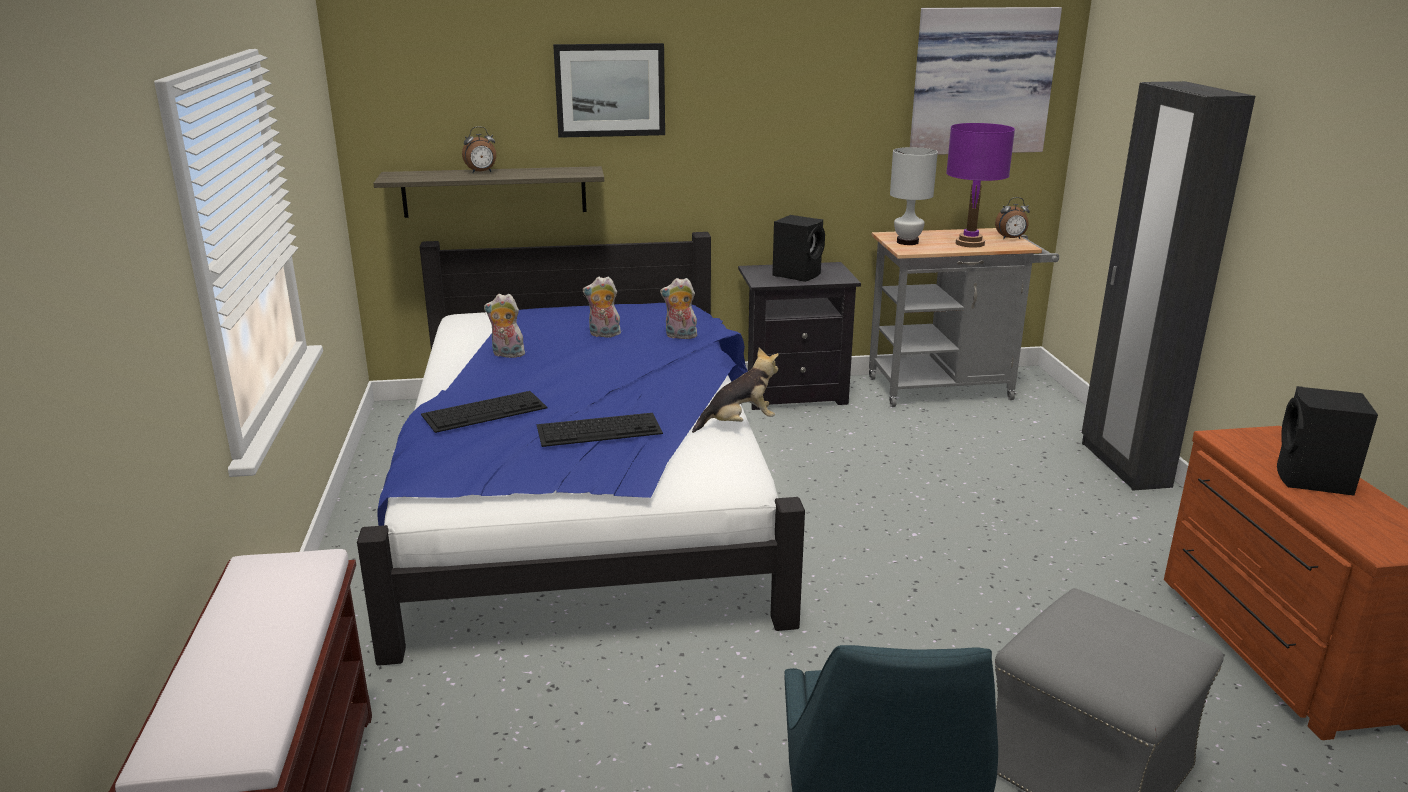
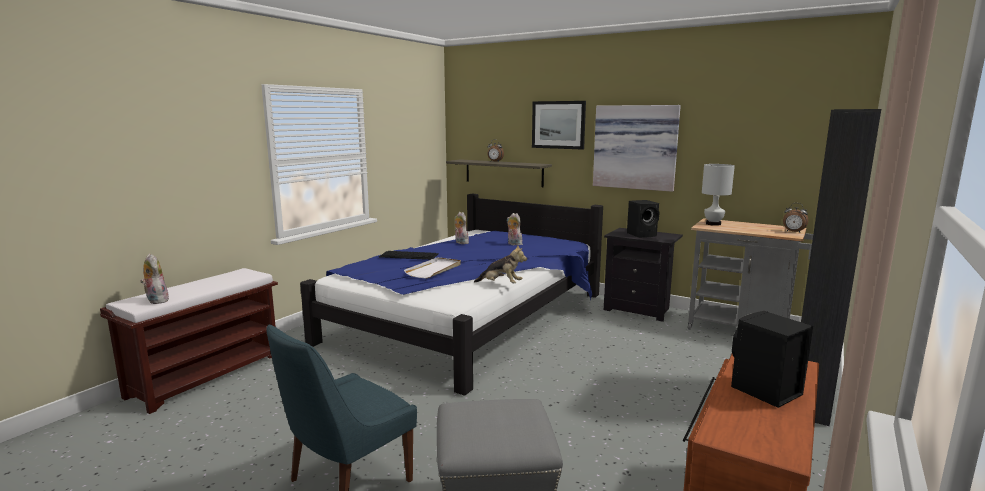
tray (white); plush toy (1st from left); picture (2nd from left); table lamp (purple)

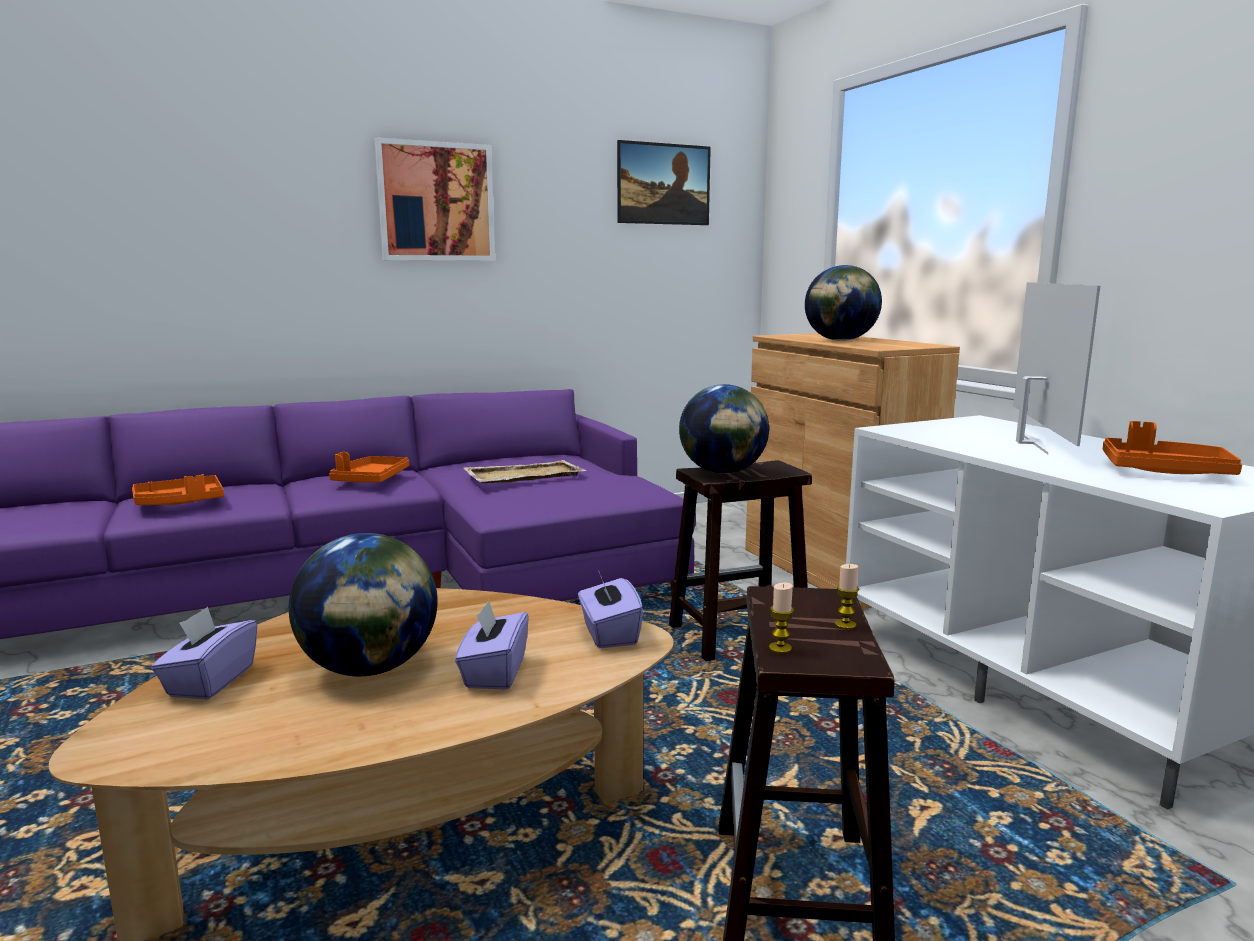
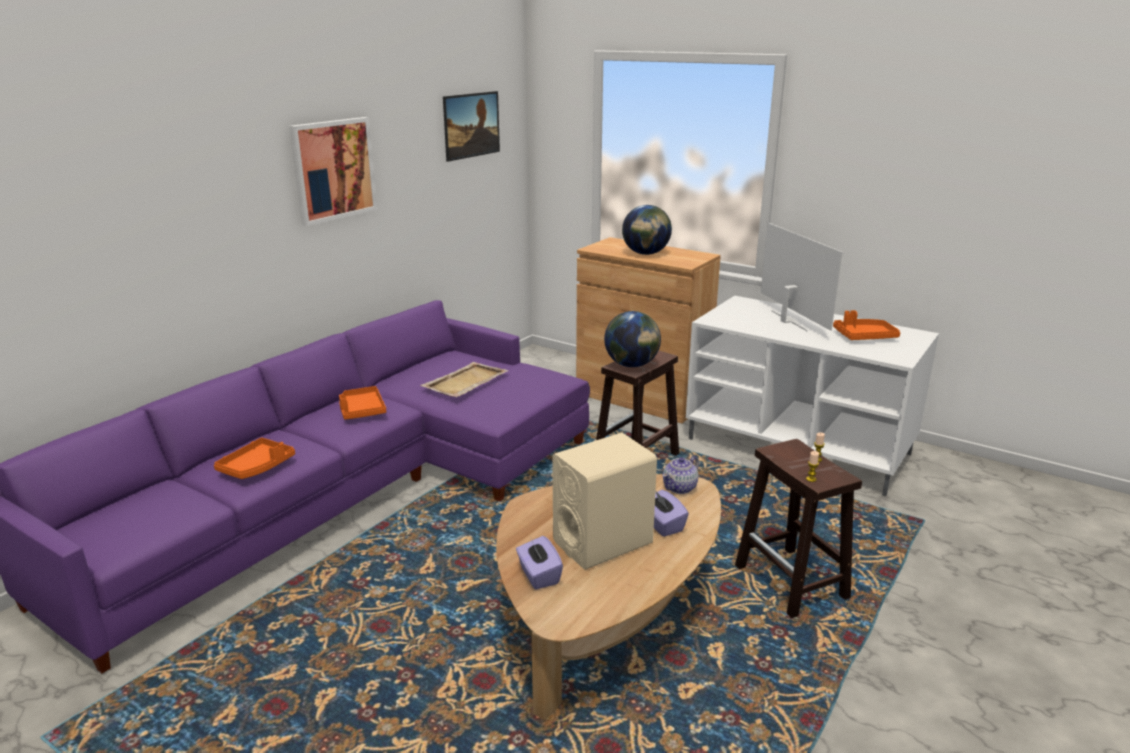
speaker (beige); teapot

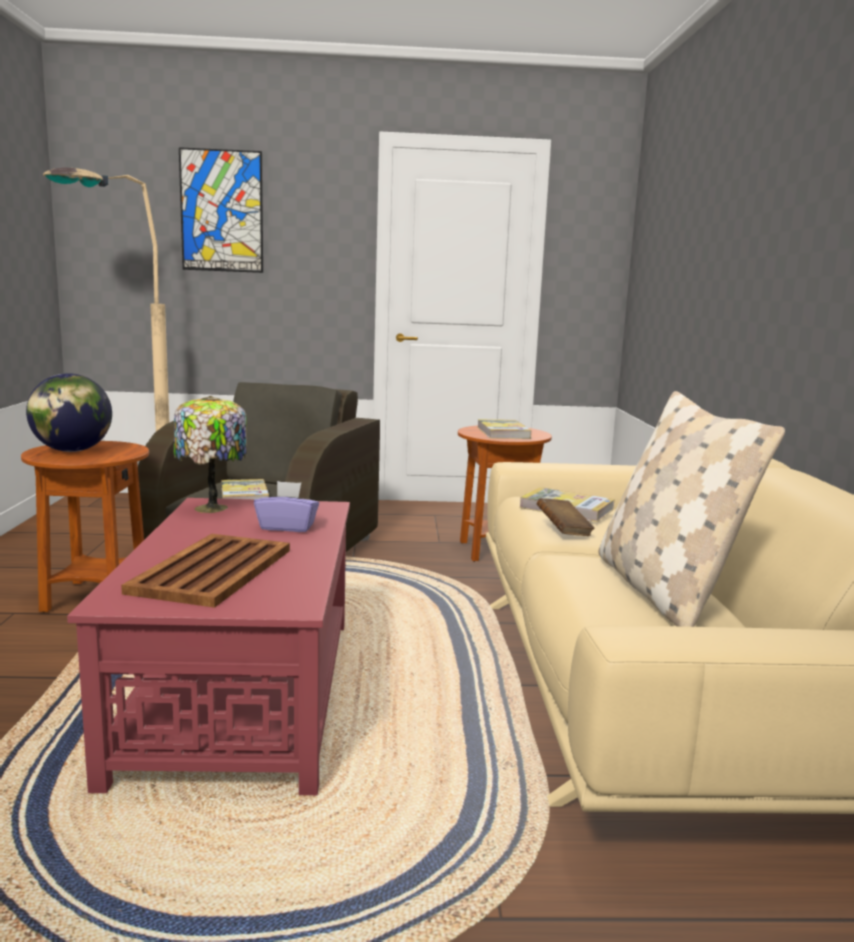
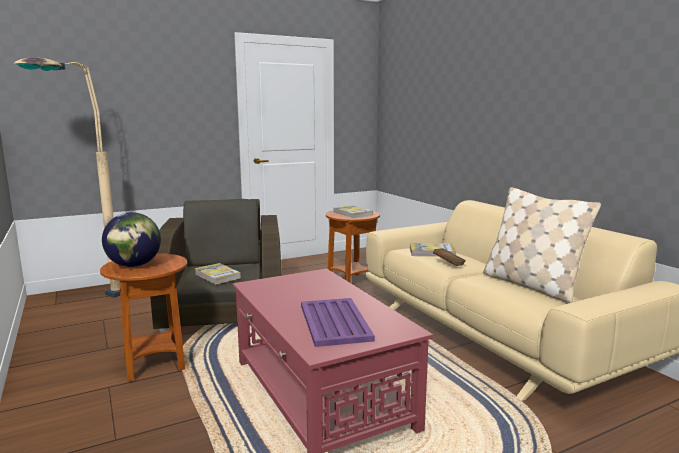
tray (purple); table lamp; picture; tissue box (purple)

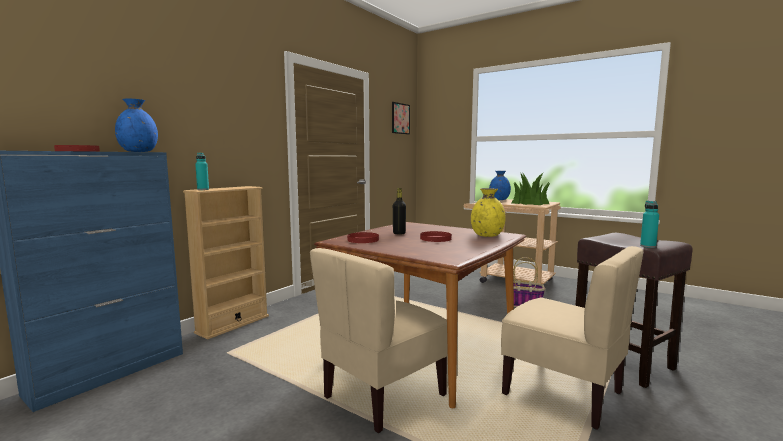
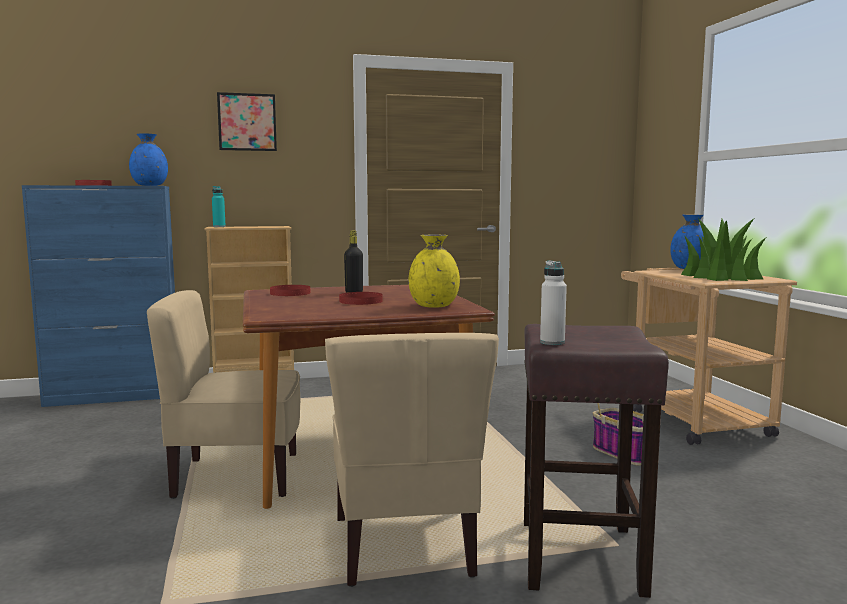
picture; bottle (white)

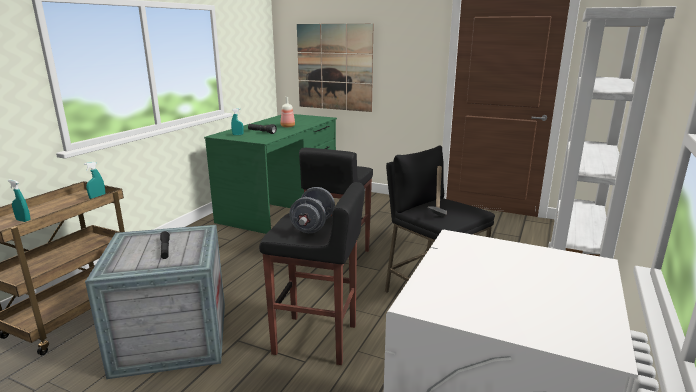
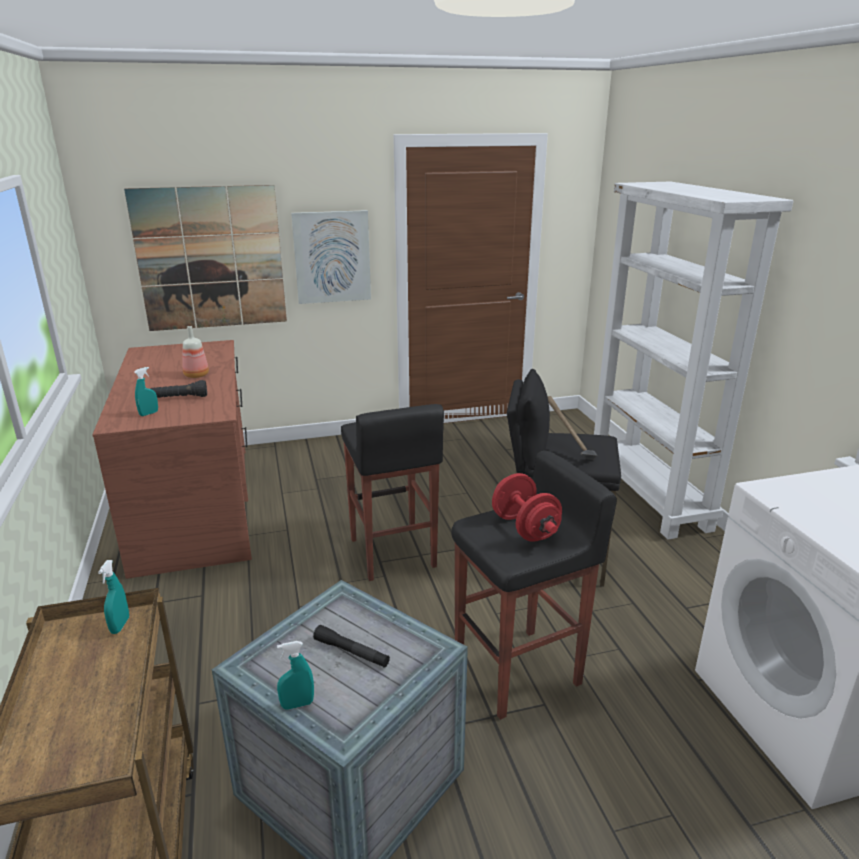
spray bottle (turquoise) (3rd from left); desk (brown); dumbbell (red); picture (2nd from left)

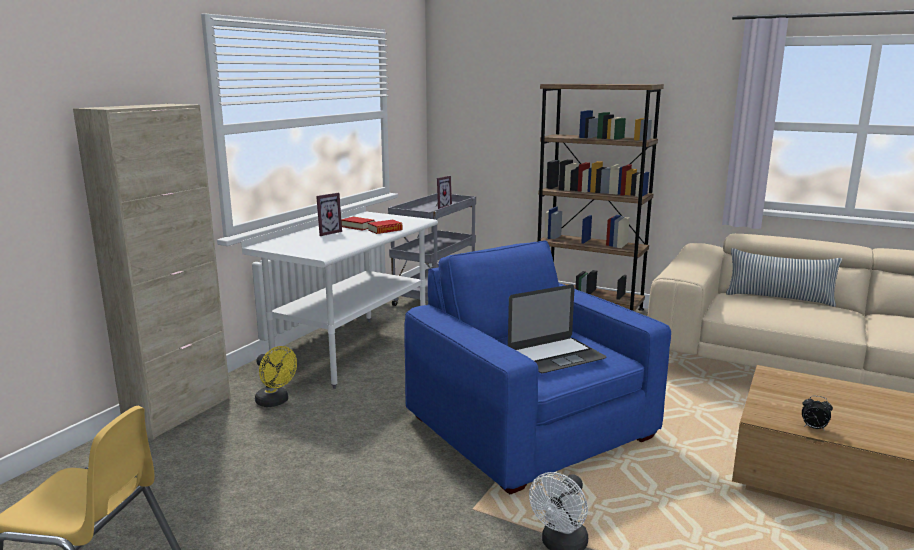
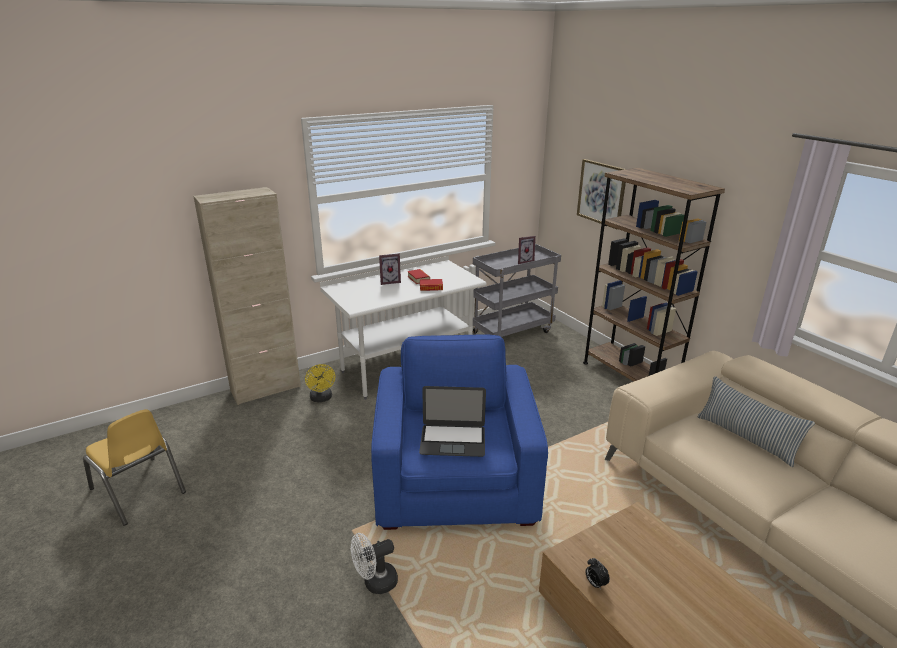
picture

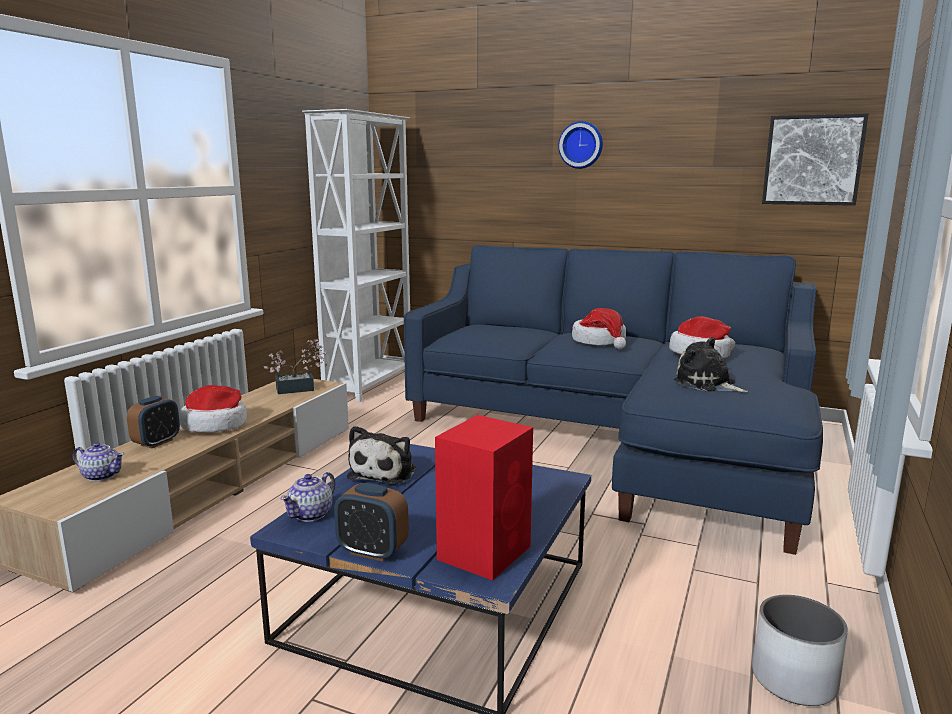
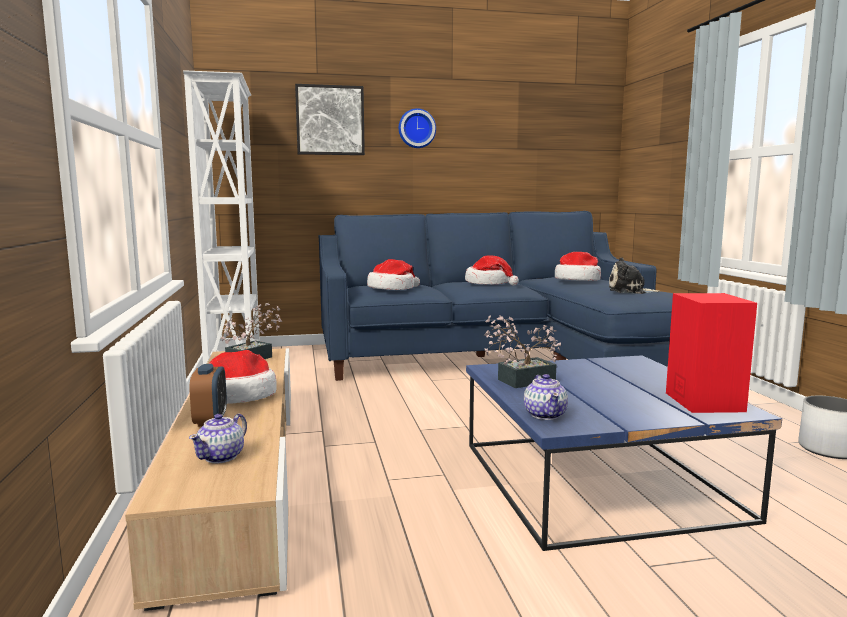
teapot (1st from left); alarm clock (2nd from left in the first image); potted plant (2nd from left); picture; hat (2nd from left)

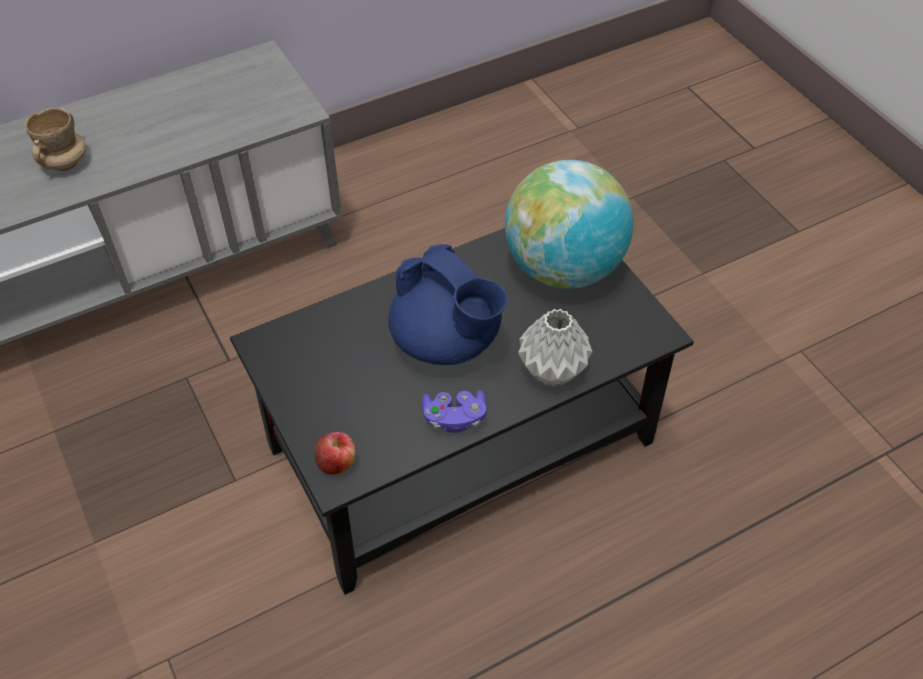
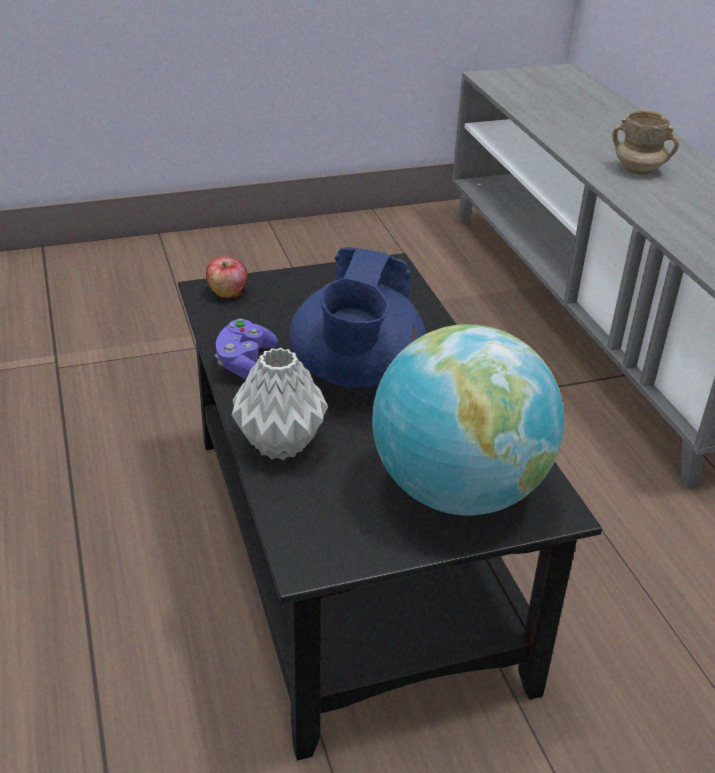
teapot (blue)

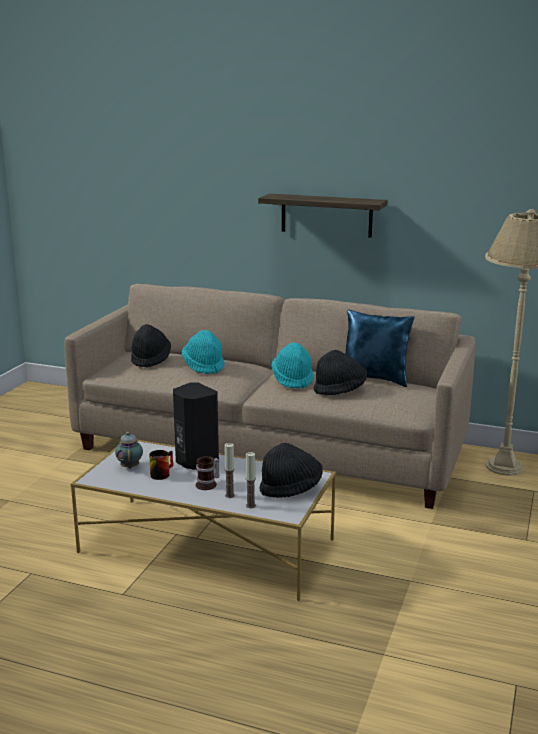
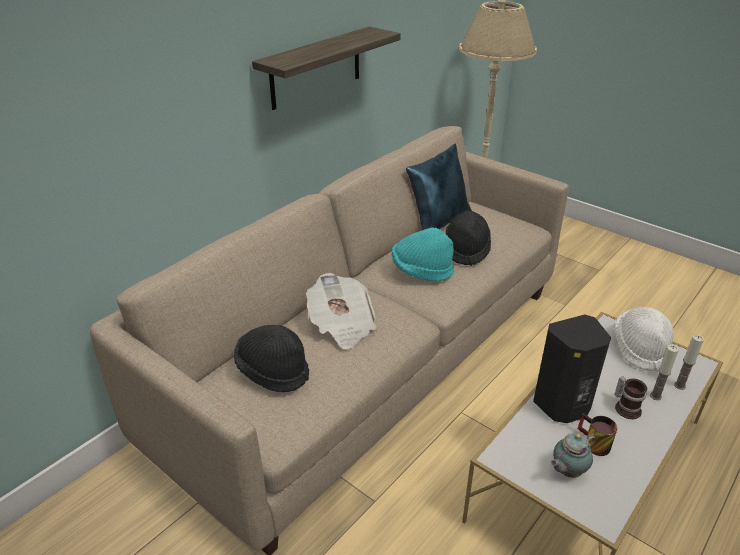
teapot; newspaper; hat (white)

